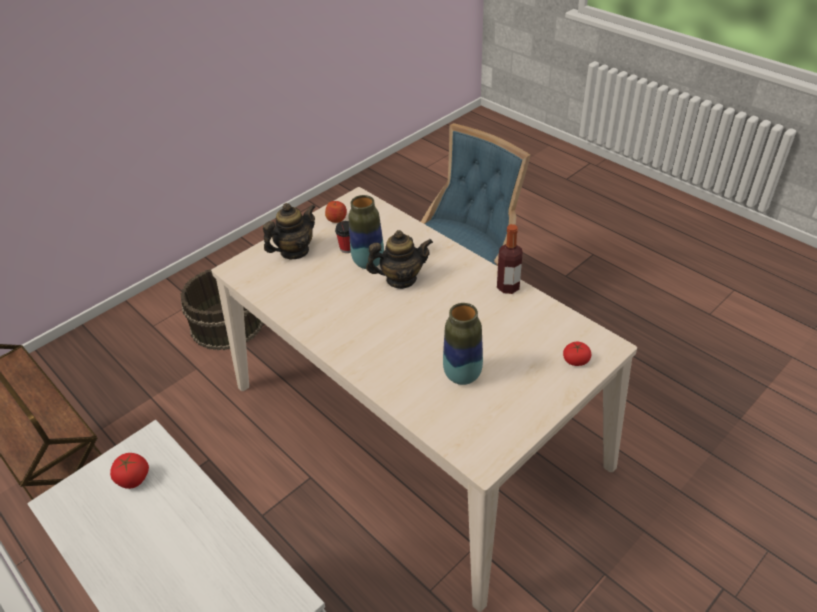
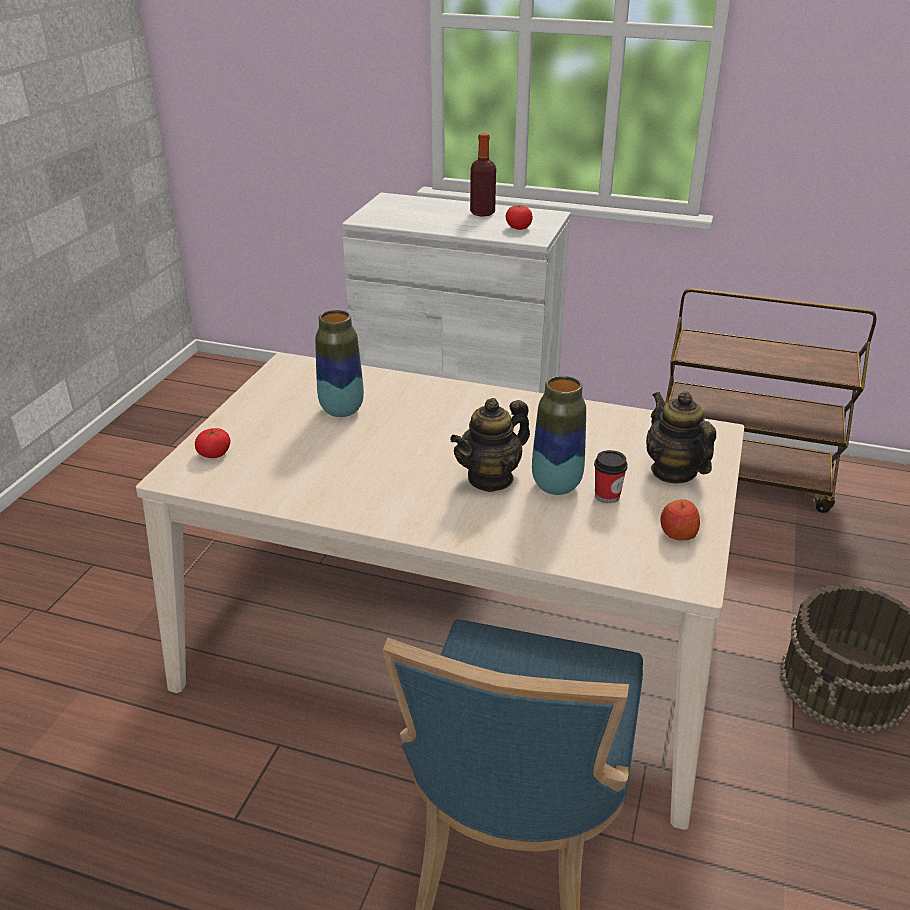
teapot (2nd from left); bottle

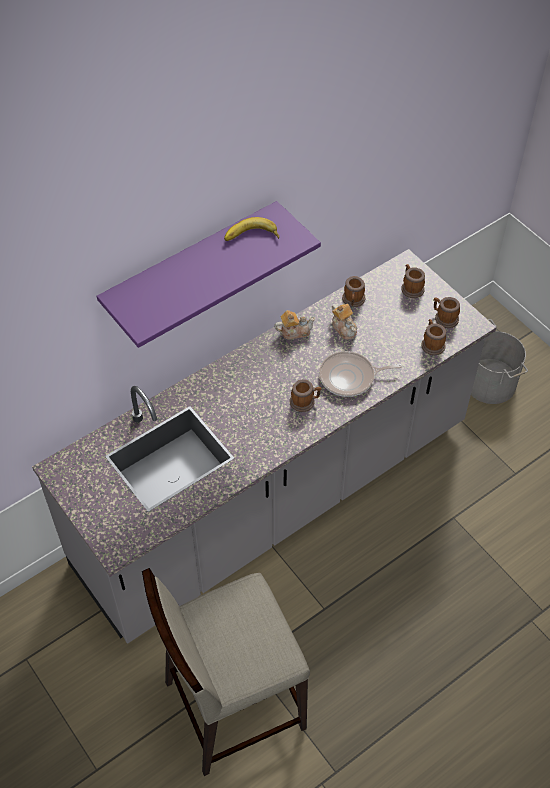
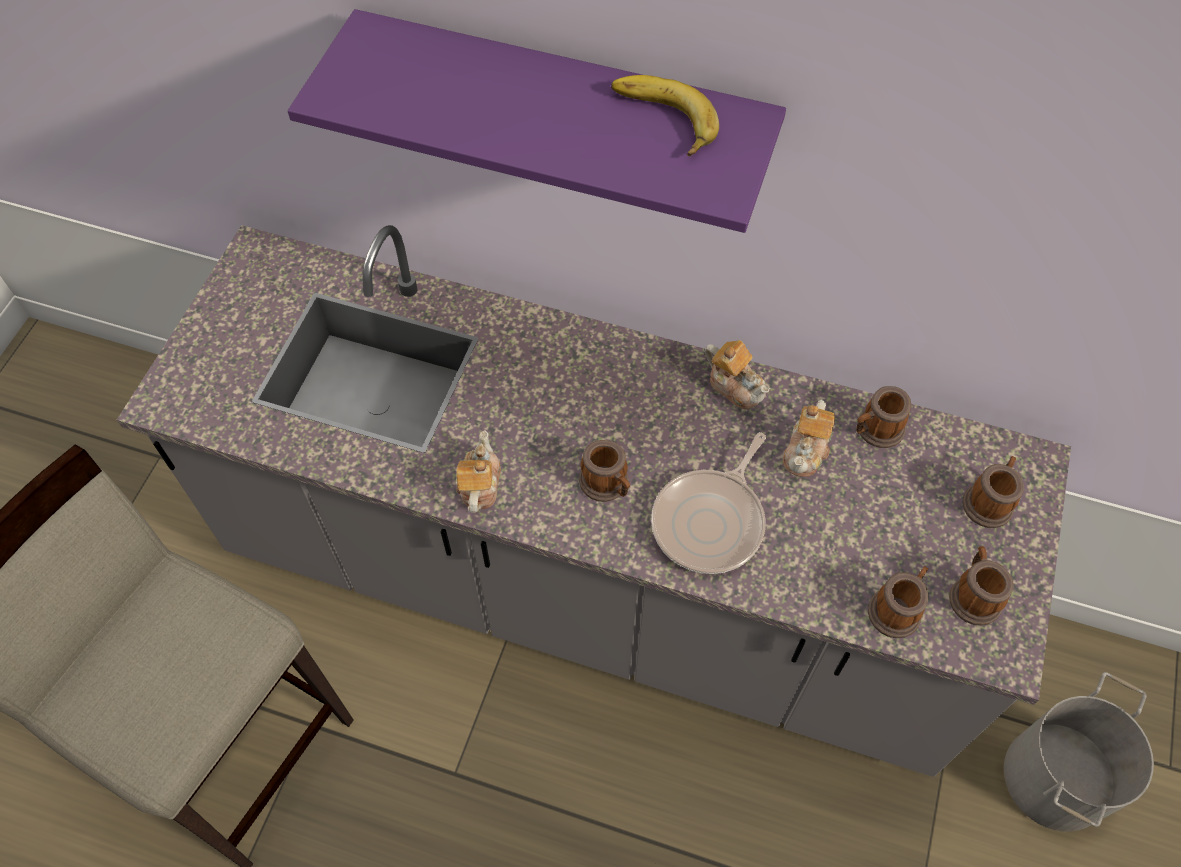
frying pan; teapot (1st from left)

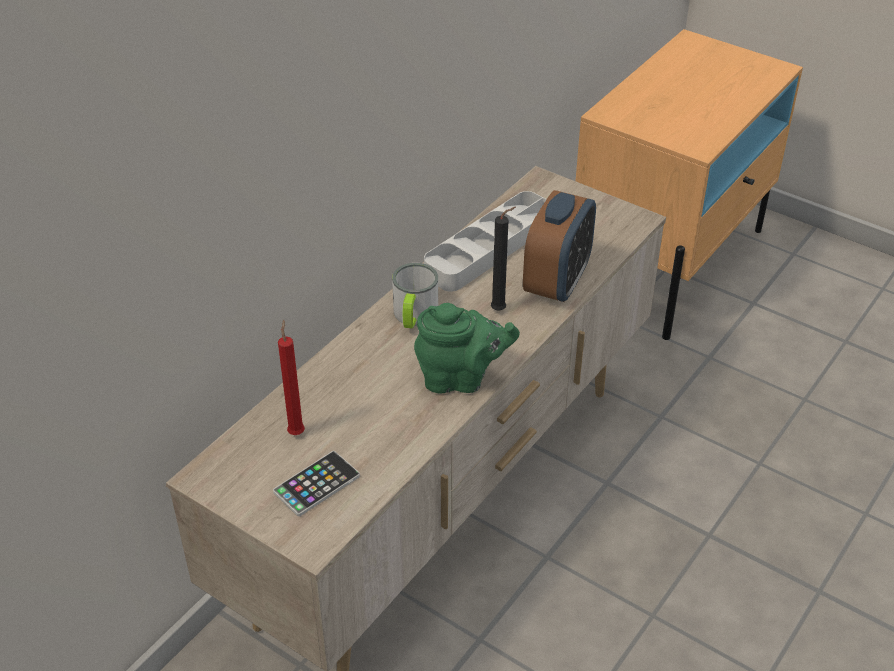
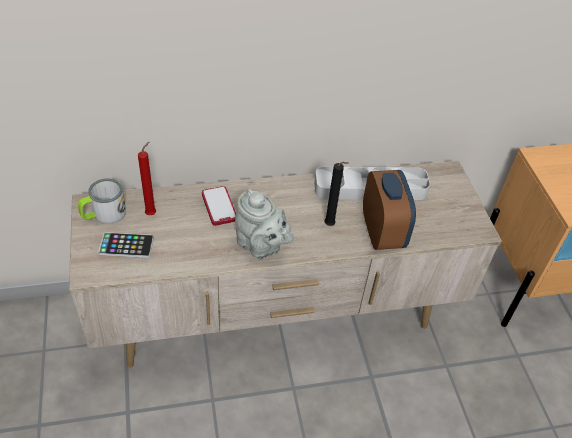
mug; teapot (grey); alarm clock; phone (2nd from left)

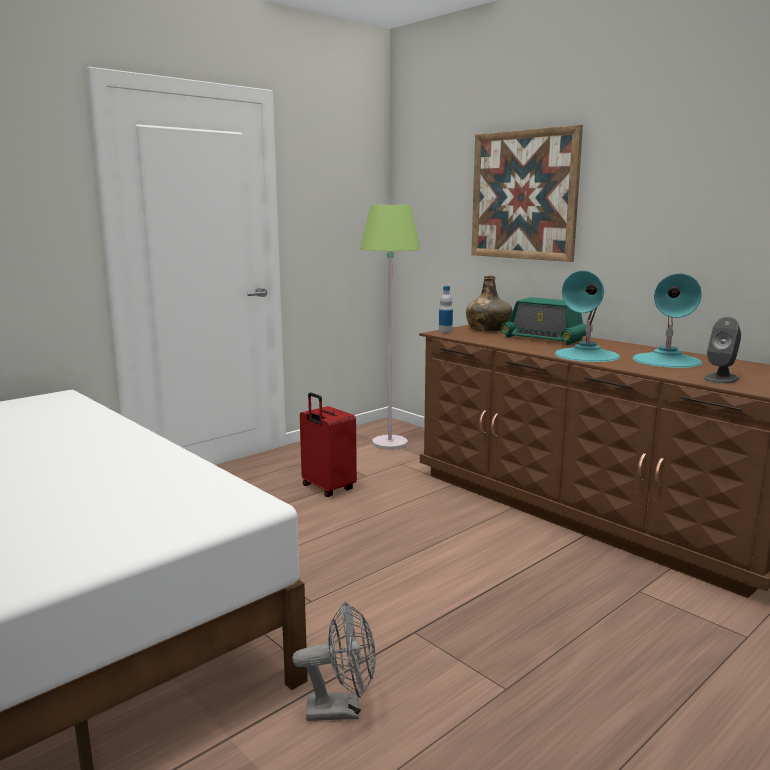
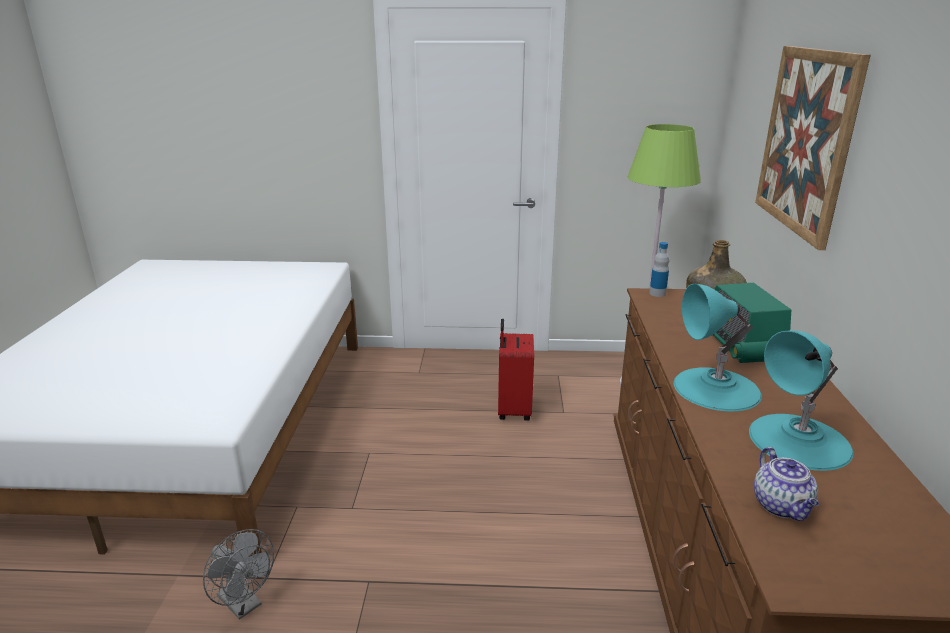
teapot

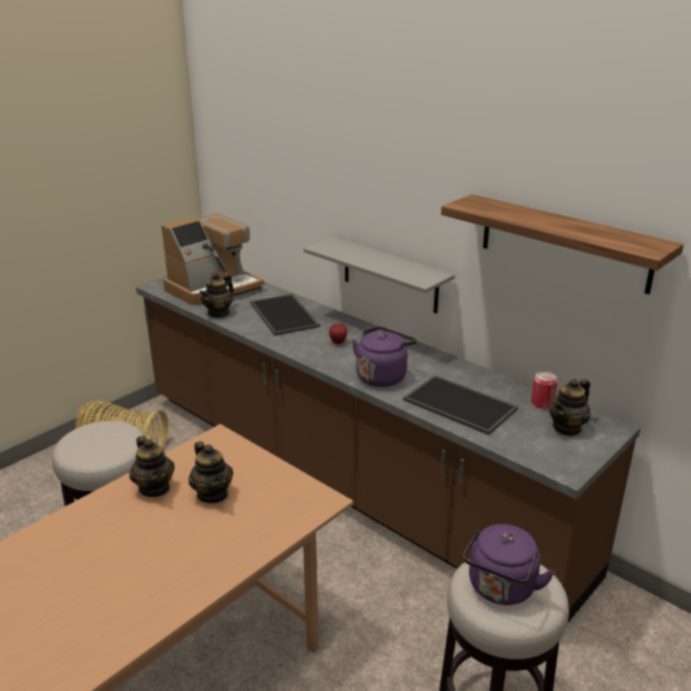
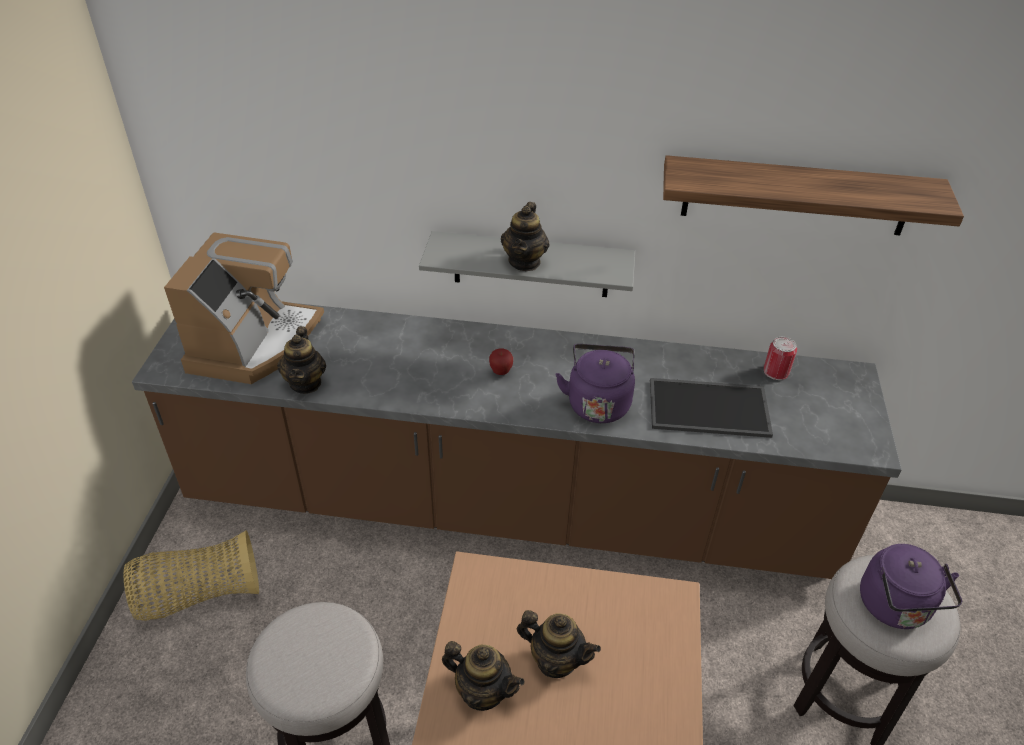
tray (1st from left in the first image); teapot (3rd from left)

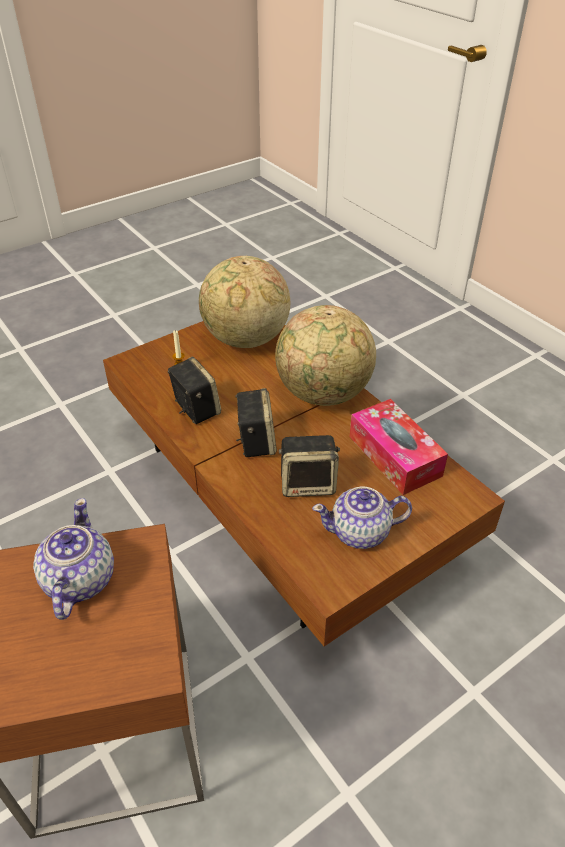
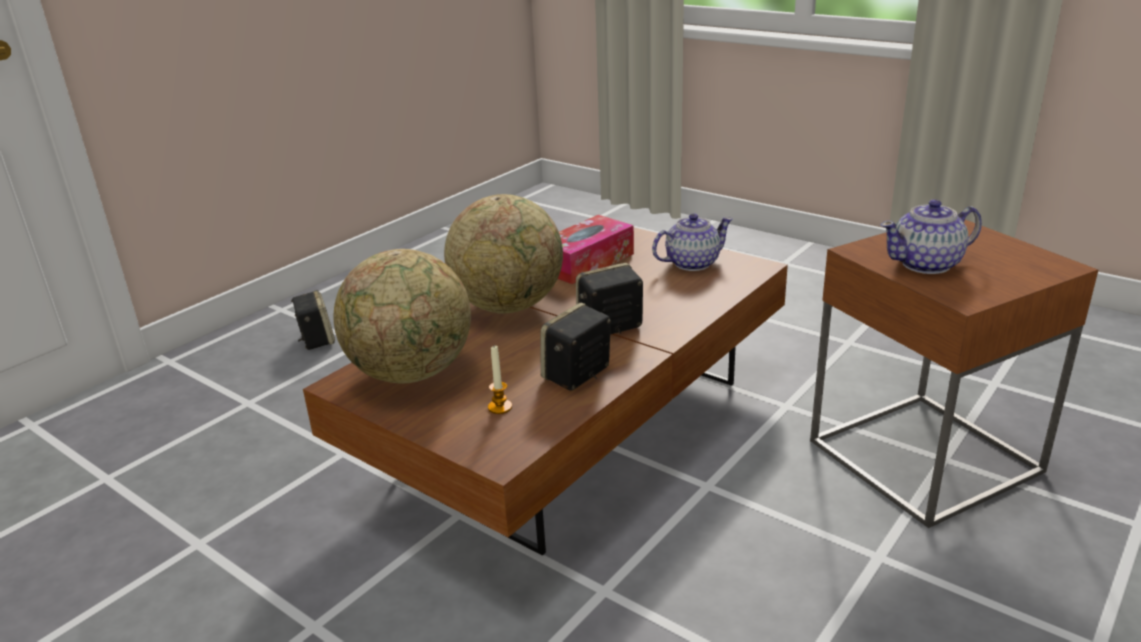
speaker (1st from left); teapot (1st from left)

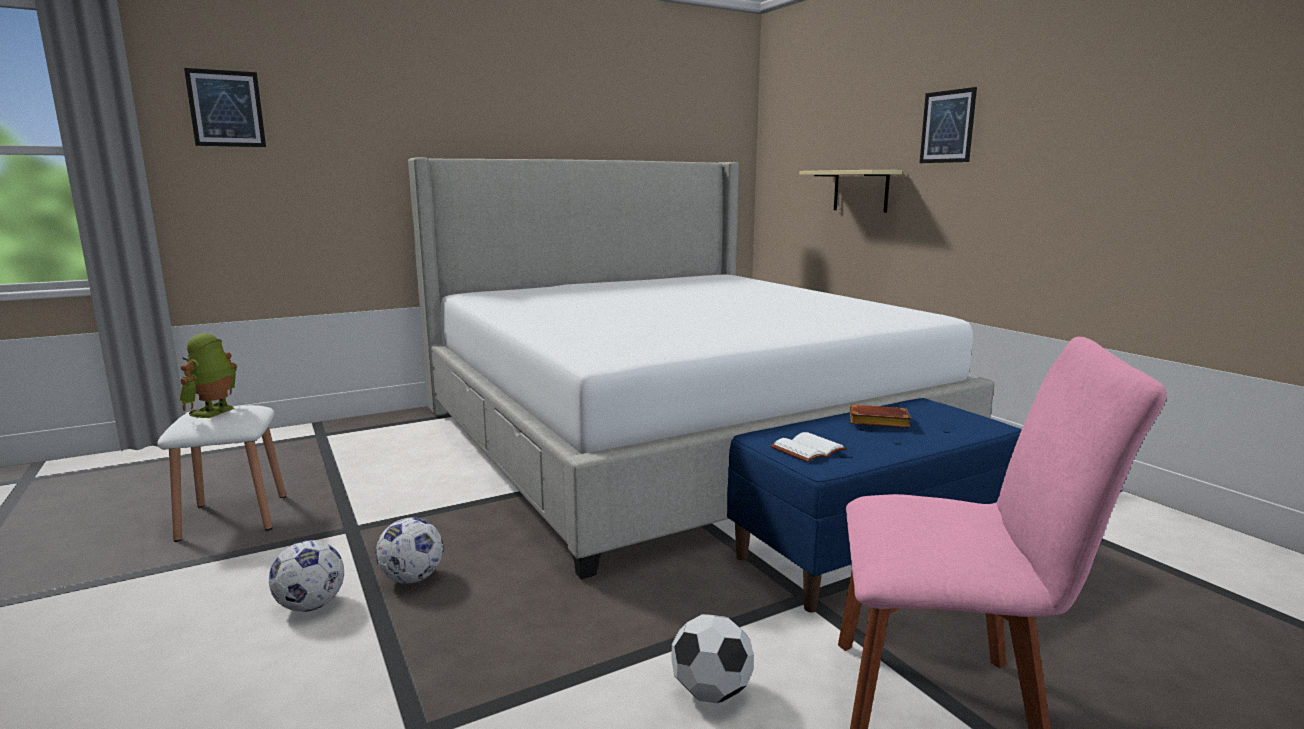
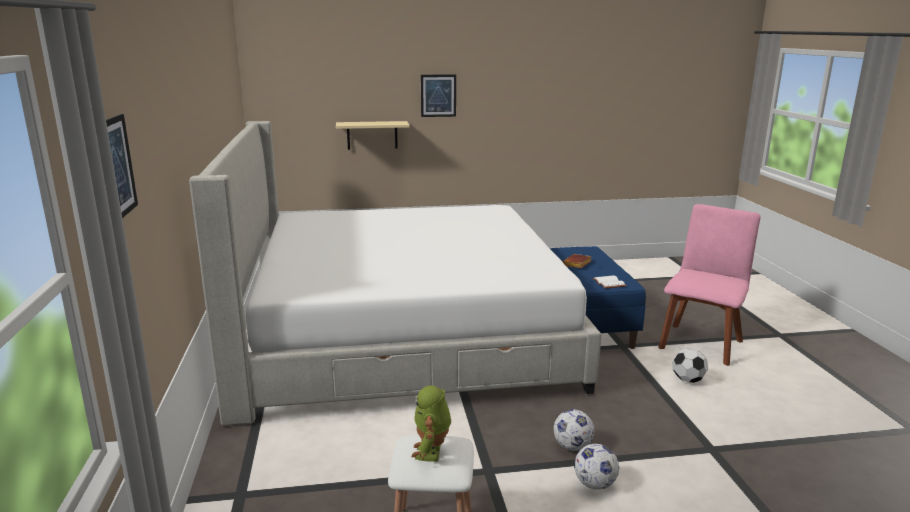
toy robot

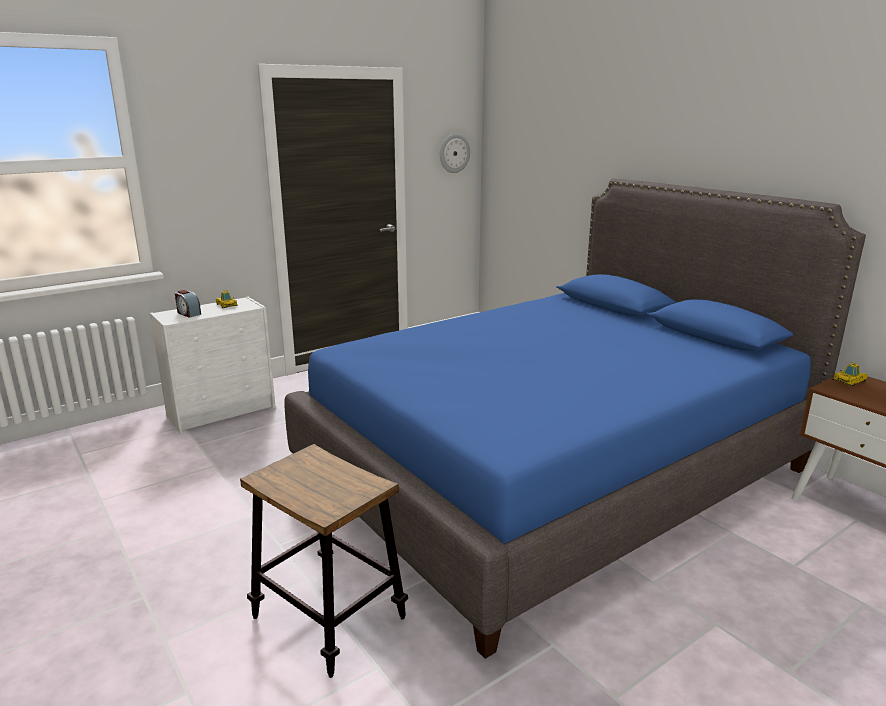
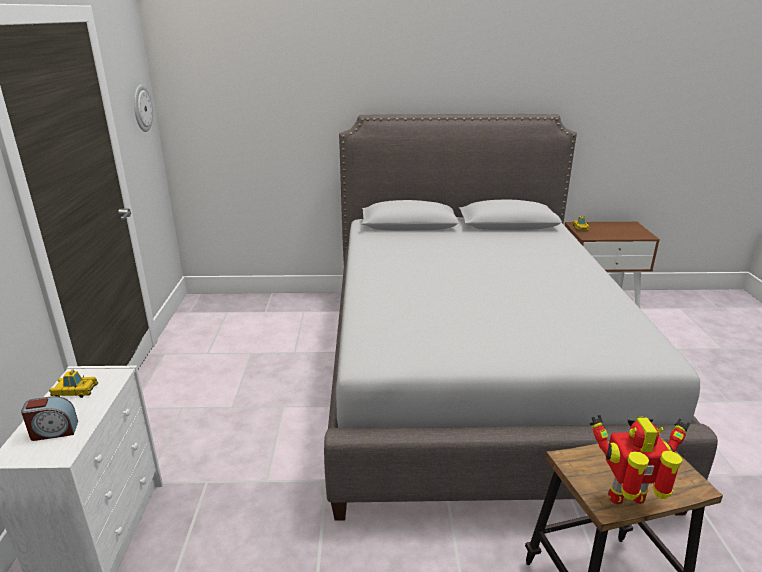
bed (grey); toy robot

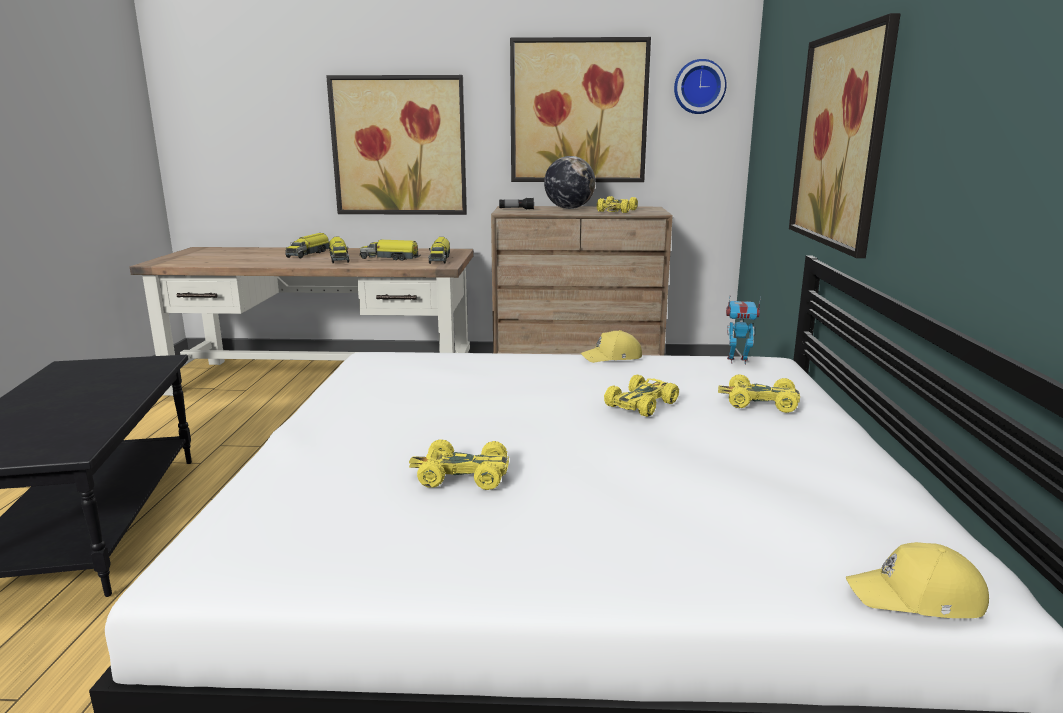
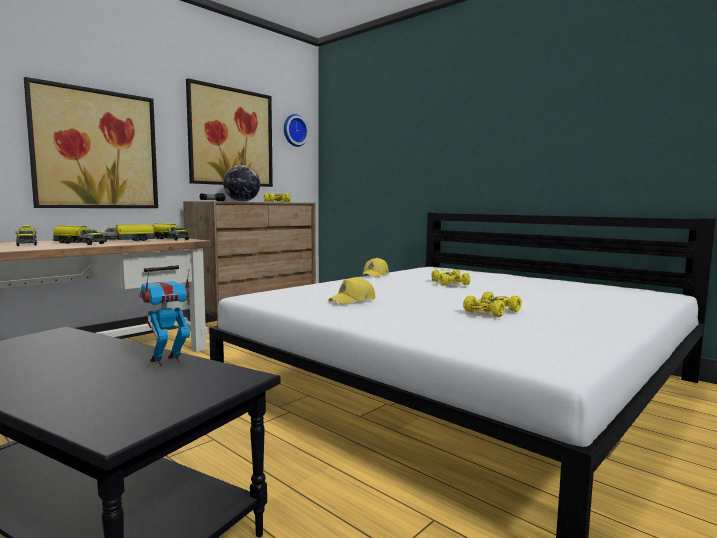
toy car (yellow) (4th from left in the first image); toy robot; picture (3rd from left in the first image); cap (yellow) (1st from left)

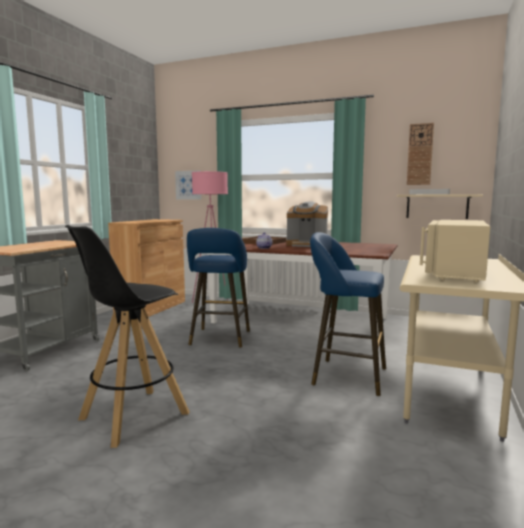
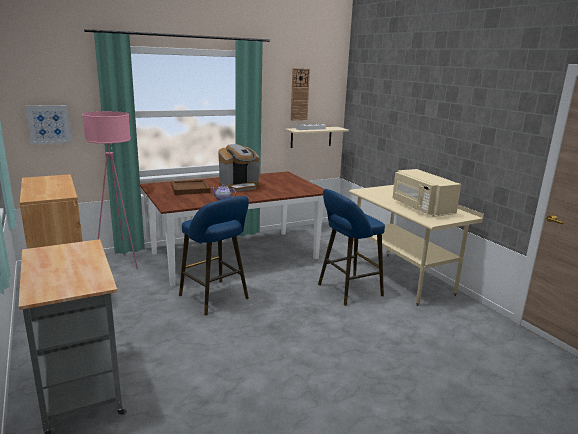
stool (black)

